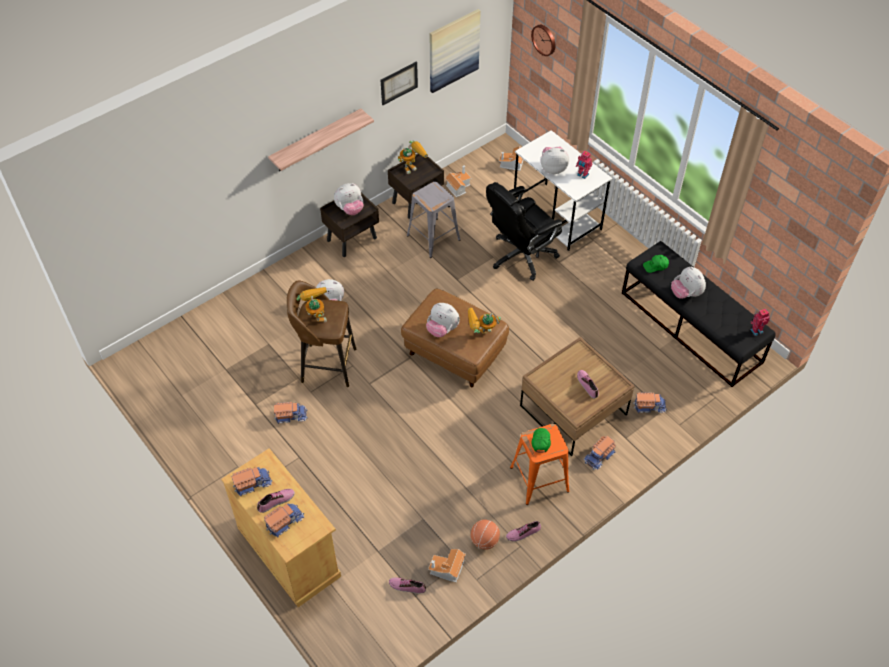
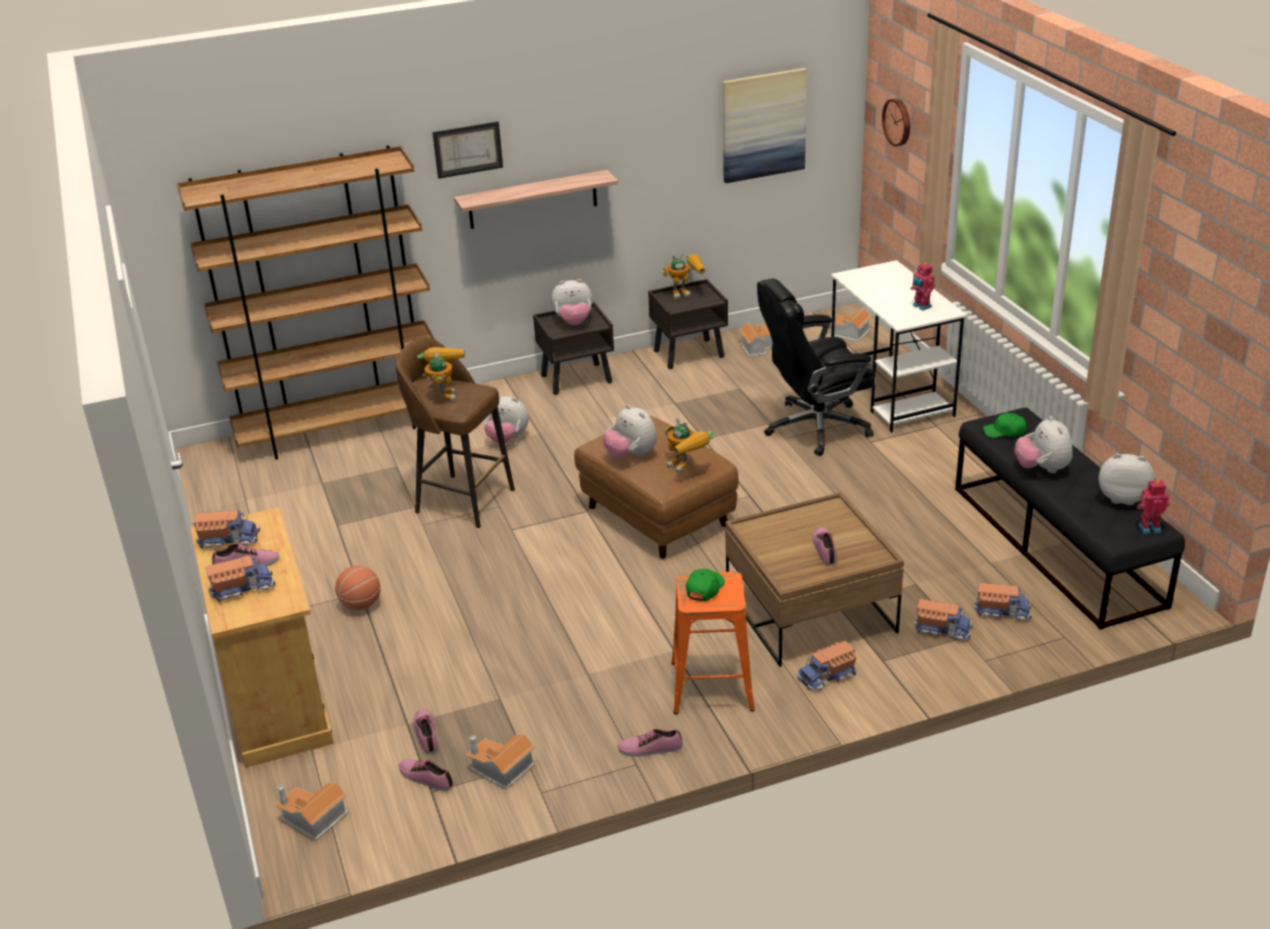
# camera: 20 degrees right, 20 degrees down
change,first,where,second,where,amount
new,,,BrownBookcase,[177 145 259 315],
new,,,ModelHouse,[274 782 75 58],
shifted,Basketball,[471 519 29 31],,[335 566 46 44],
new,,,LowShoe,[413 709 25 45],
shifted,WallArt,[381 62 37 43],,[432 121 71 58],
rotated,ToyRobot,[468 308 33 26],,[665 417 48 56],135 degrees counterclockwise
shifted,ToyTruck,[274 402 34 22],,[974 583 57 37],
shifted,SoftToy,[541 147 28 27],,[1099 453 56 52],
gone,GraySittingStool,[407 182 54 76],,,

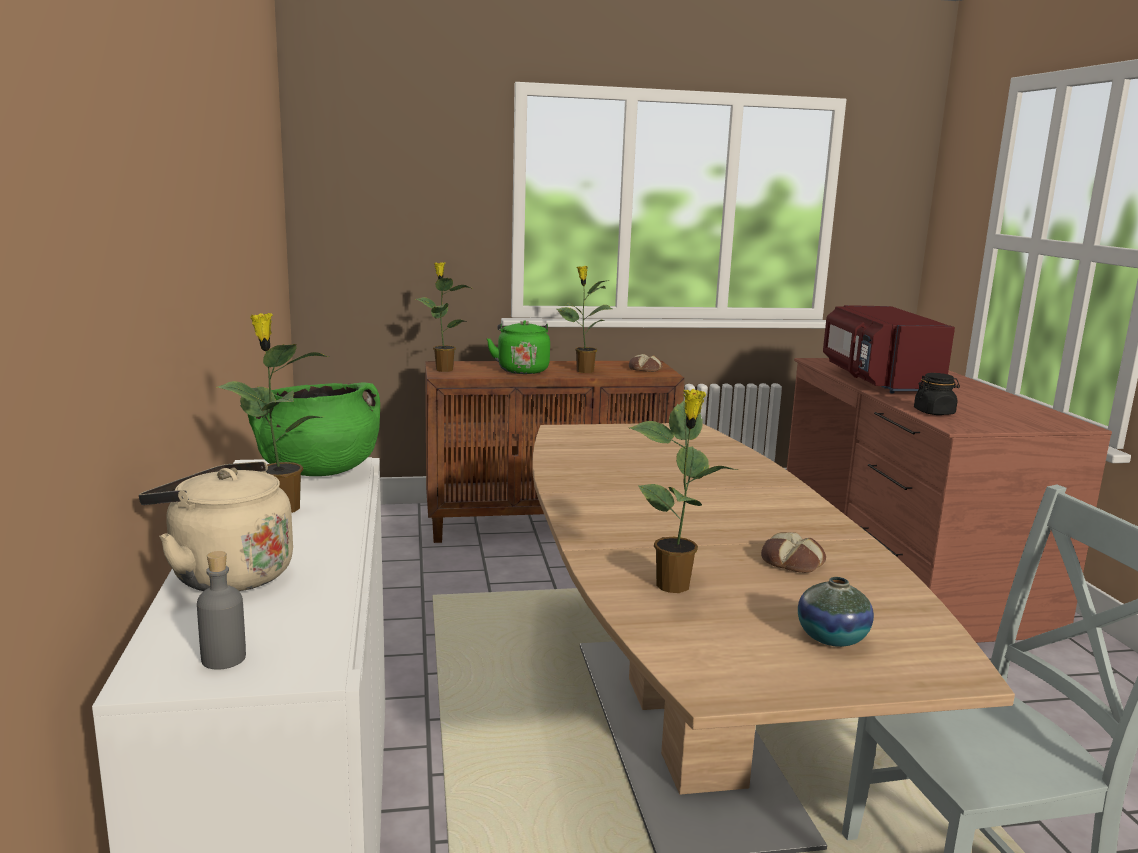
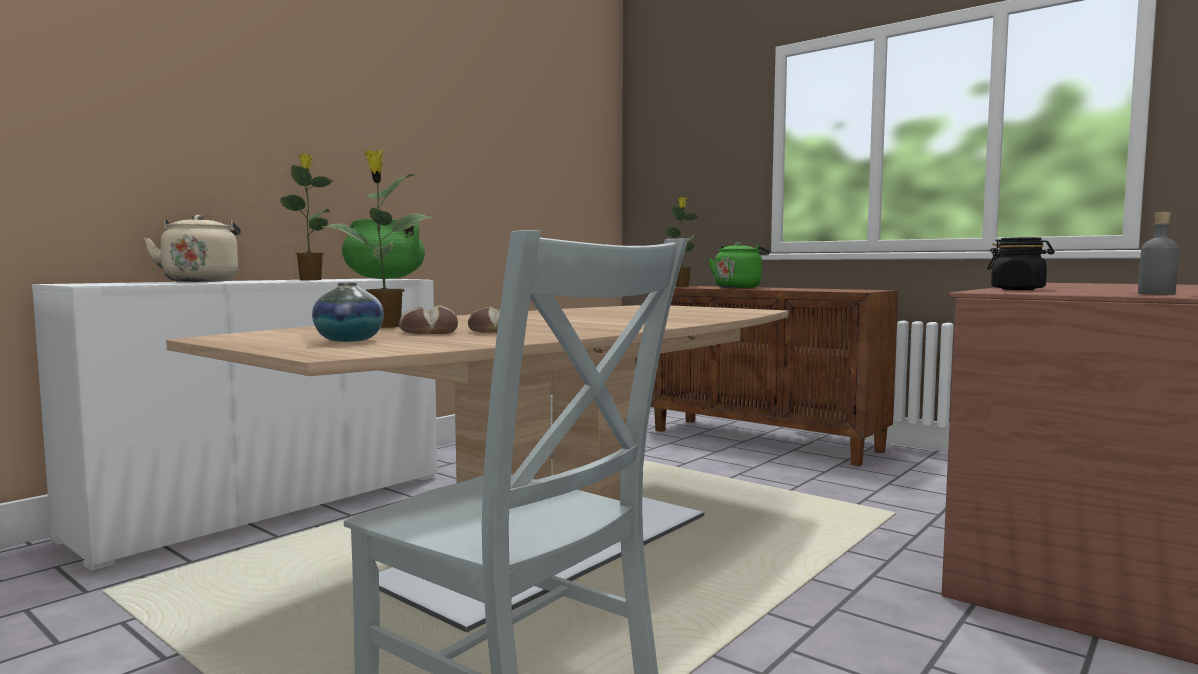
# camera: 50 degrees right, 10 degrees down
change,first,where,second,where,amount
shifted,BakedBread,[629 354 34 18],,[398 306 60 28],
shifted,GrayDrinkBottle,[197 551 49 119],,[1138 212 41 83],
gone,PottedPlant,[557 266 56 107],,,
gone,RedMicrowaveOven,[823 305 132 88],,,

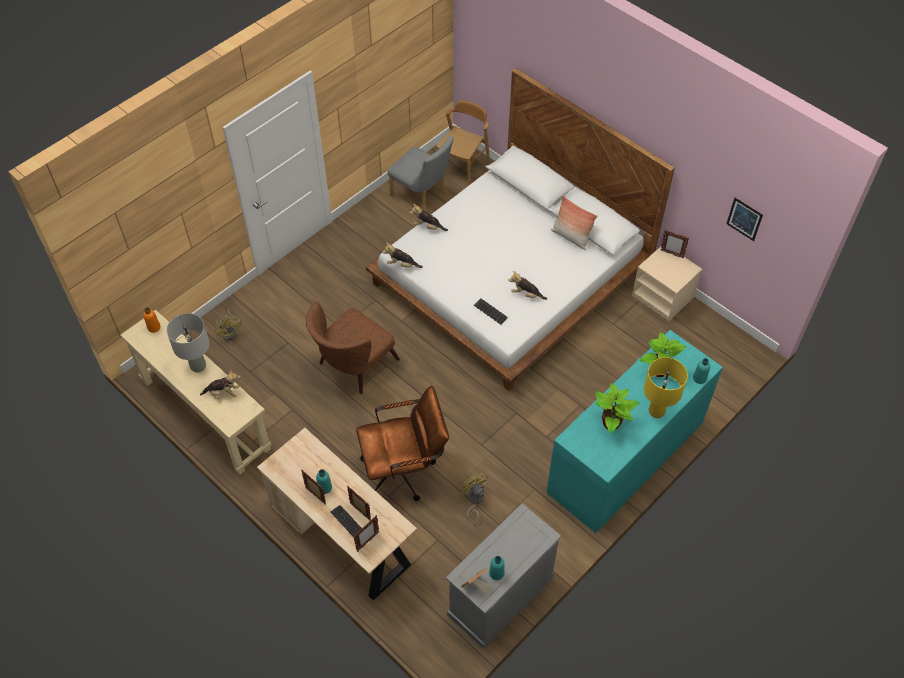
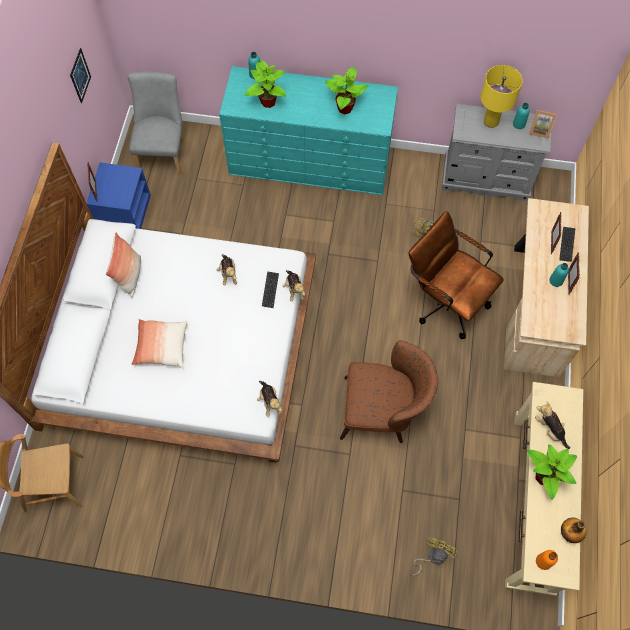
# camera: 125 degrees left, 10 degrees up
change,first,where,second,where,amount
repainted,SandColouredNightstand,[632 247 70 74],BlueColouredNightstand,[86 162 65 67],
shifted,GrayPlainChair,[387 136 67 75],,[127 72 58 104],
new,,,ThrowPillow,[132 319 55 49],
shifted,SoftToy,[410 204 38 27],,[283 270 22 32],
shifted,YellowLampForATable,[644 357 44 61],,[481 65 42 63],
swapped,GrayLampForATable,[167 313 42 59],PottedPlant,[527 444 50 56],
new,,,DrinkBottle,[561 518 26 25],
gone,StandingFrame,[354 516 25 36],,,

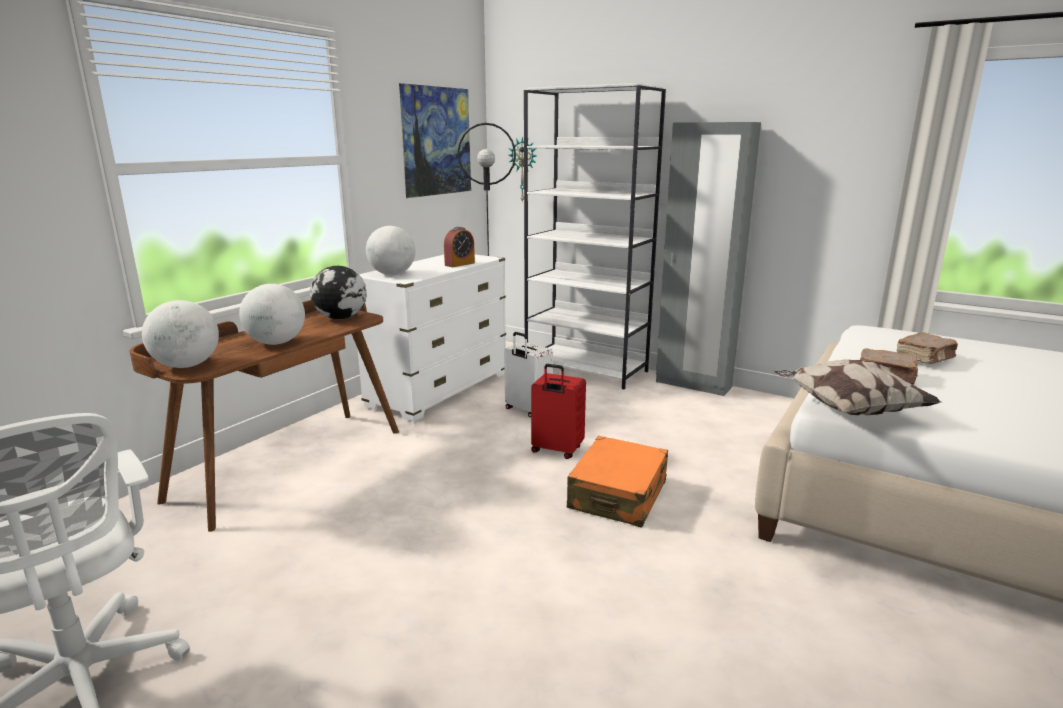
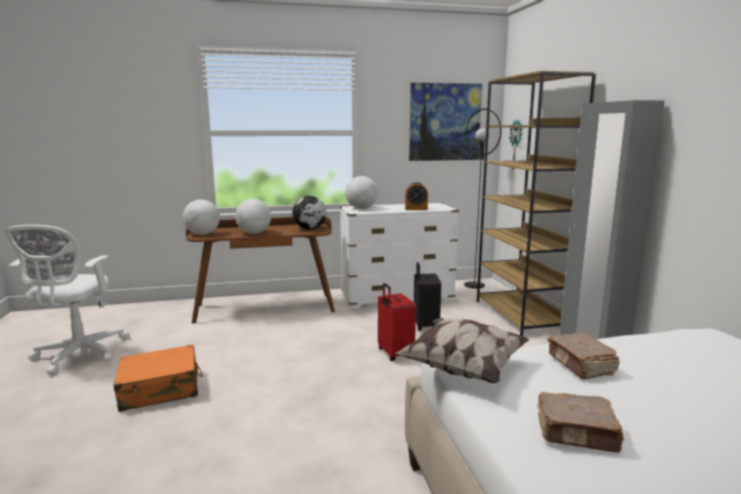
# camera: 45 degrees right, 5 degrees down
change,first,where,second,where,amount
shifted,OrangeColouredTravelCase,[567 436 101 91],,[114 345 89 67],
repainted,WhitishTravelCase,[504 332 49 85],BlackTravelCase,[414 262 27 69],
repainted,WhitishBookcase,[524 83 142 307],BrownBookcase,[477 71 119 265],
shifted,BrownBook,[896 332 62 32],,[537 392 88 61],

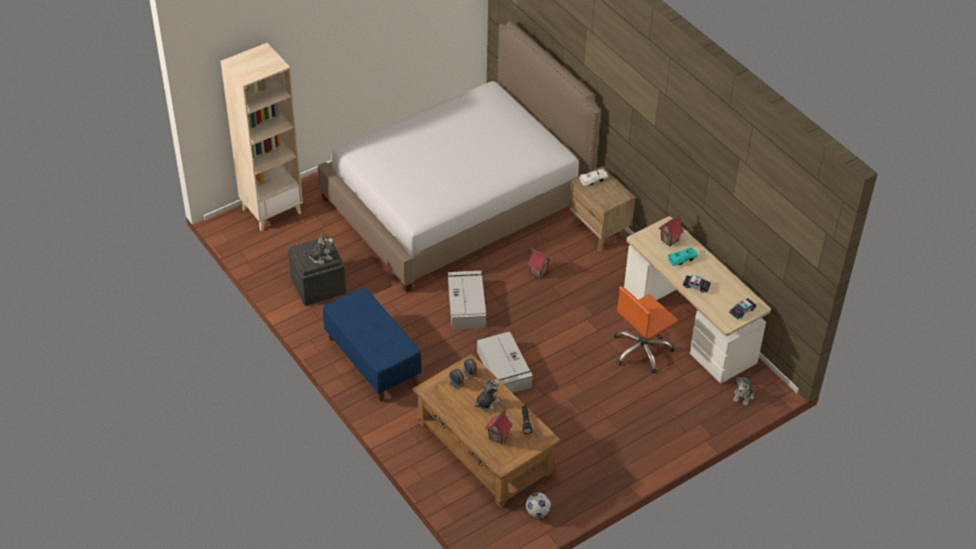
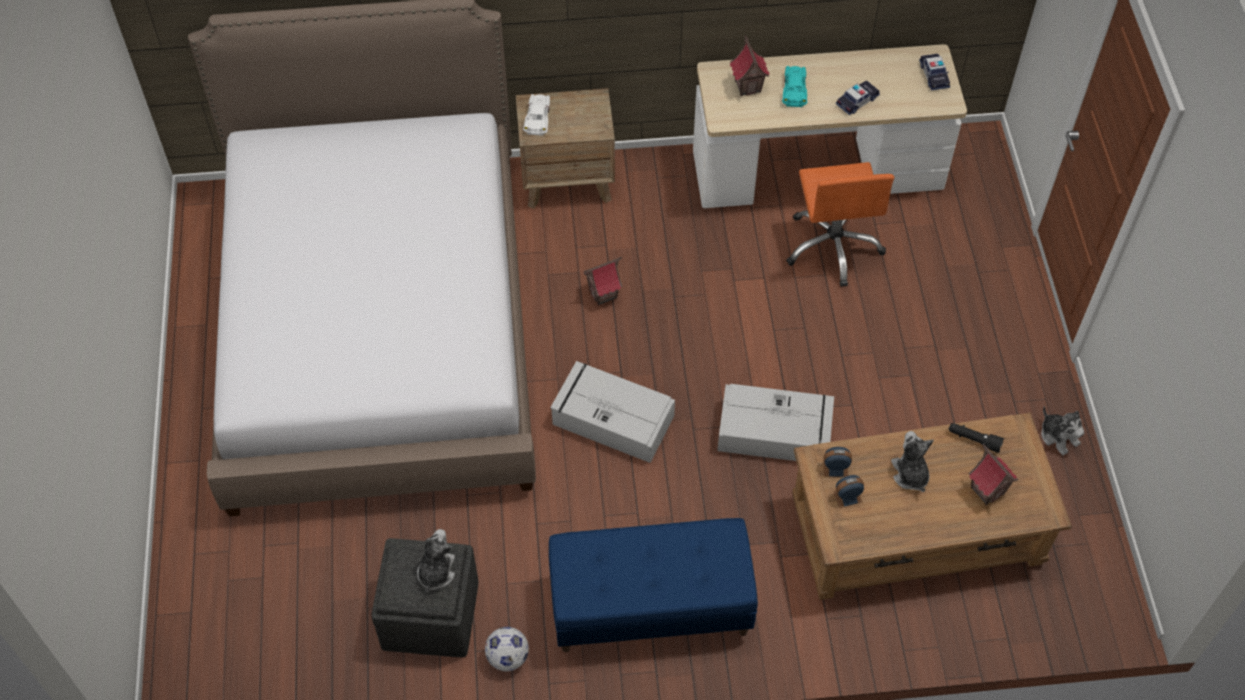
# camera: 60 degrees left, 10 degrees up
change,first,where,second,where,amount
shifted,FootballBall,[526 492 25 26],,[485 627 44 44],
shifted,SoftToy,[733 377 21 29],,[1041 406 44 50],
gone,SandColouredBookcase,[221 43 82 188],,,

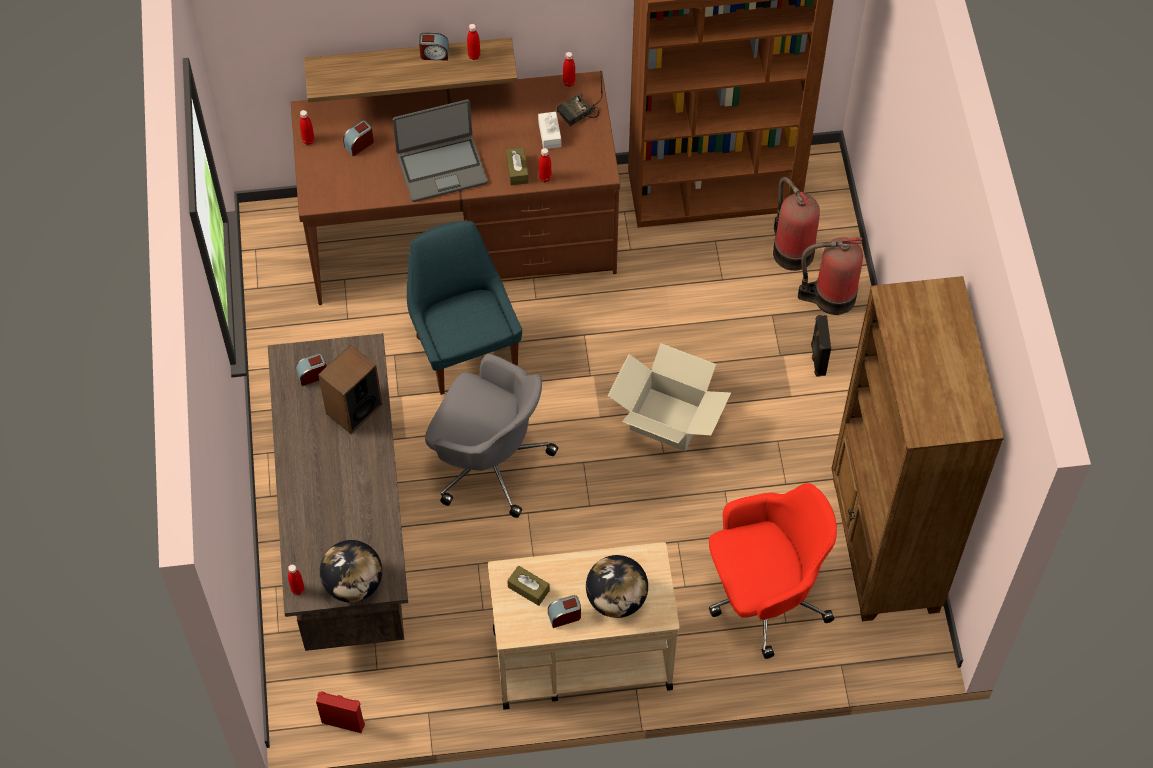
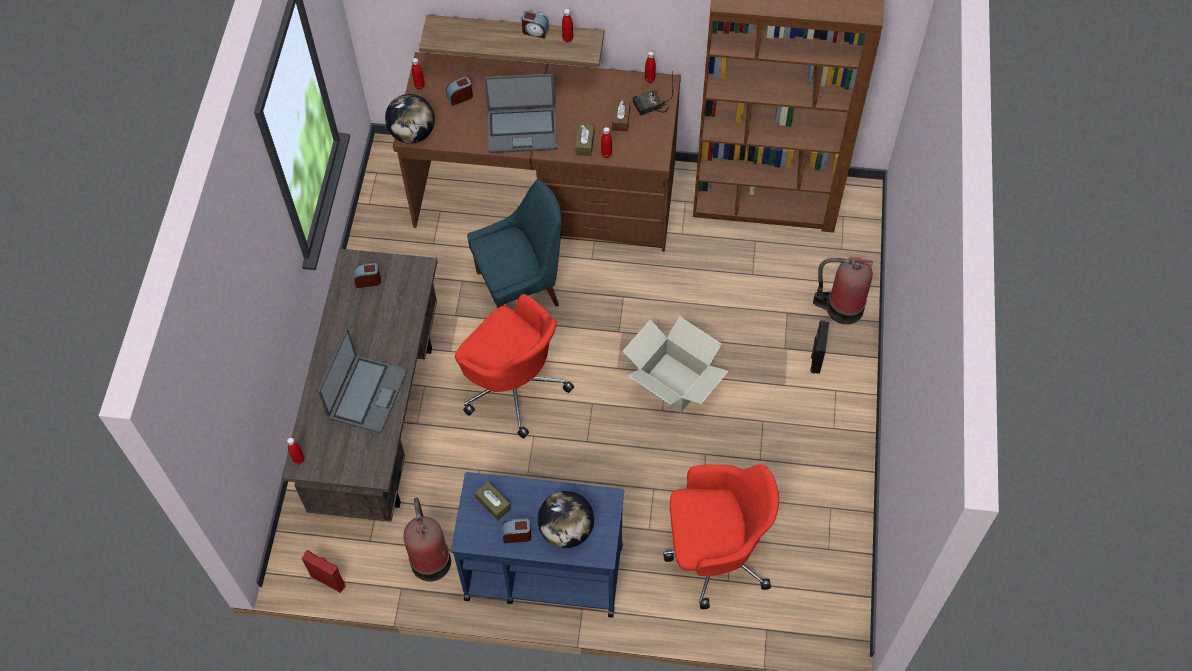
# camera: 15 degrees right, 0 degrees up
change,first,where,second,where,amount
new,,,Laptop,[318 329 89 104],
shifted,WorldGlobe,[320 540 62 62],,[385 94 50 50],
shifted,FireExtinguisher,[773 177 47 94],,[403 497 48 84],
repainted,SandColouredCart,[488 542 191 167],BlueColouredCart,[451 472 173 146],
repainted,GrayDeskChair,[425 354 133 164],RedDeskChair,[455 294 119 144],
rotated,BlueColouredPlainChair,[407 221 115 174],,[467 179 94 129],75 degrees clockwise
repainted,WhitishBoxOfTissues,[538 112 23 37],BrownBoxOfTissues,[612 100 18 31],
gone,Speaker,[318 345 64 89],,,
gone,BrownBookcase,[831 276 173 345],,,

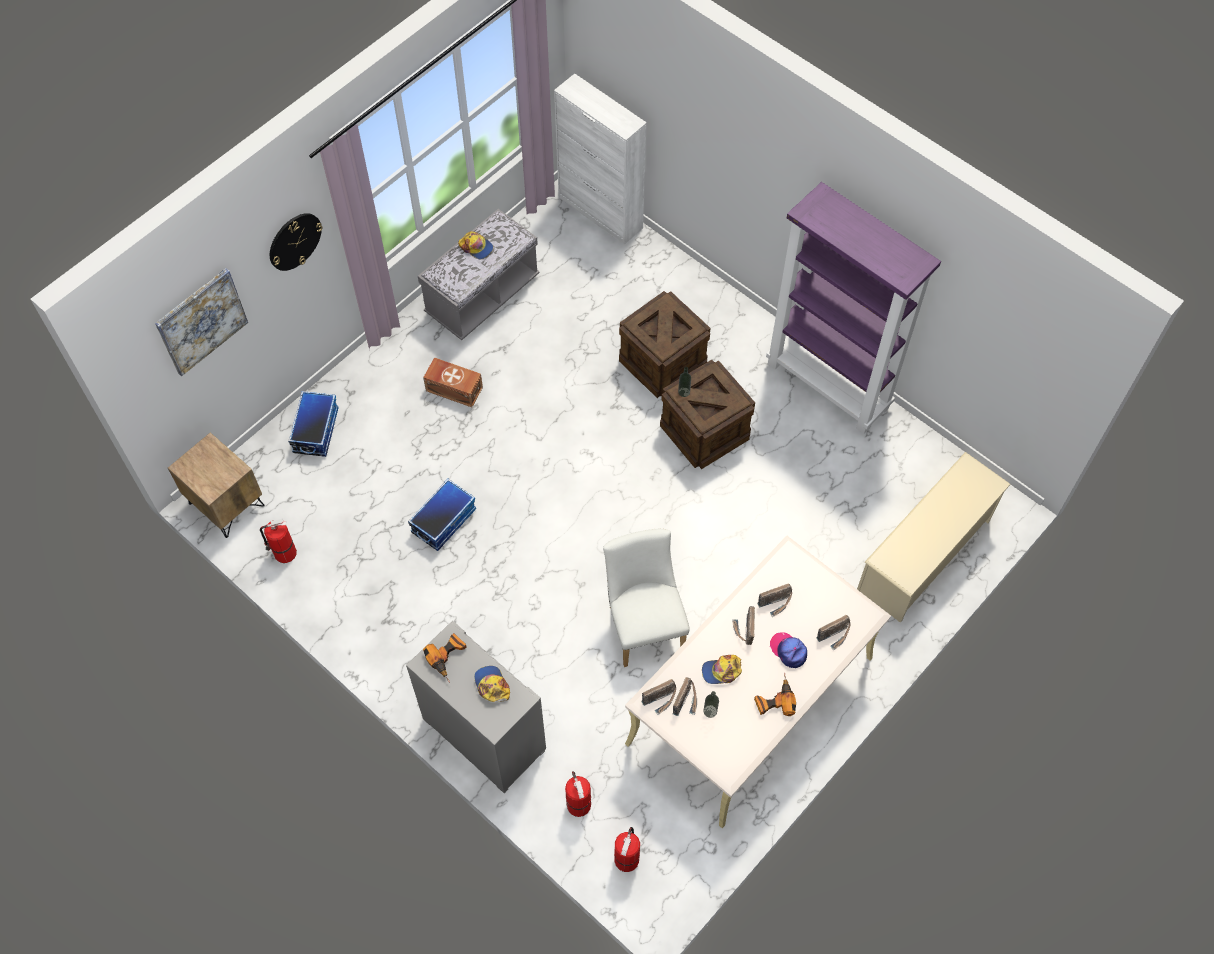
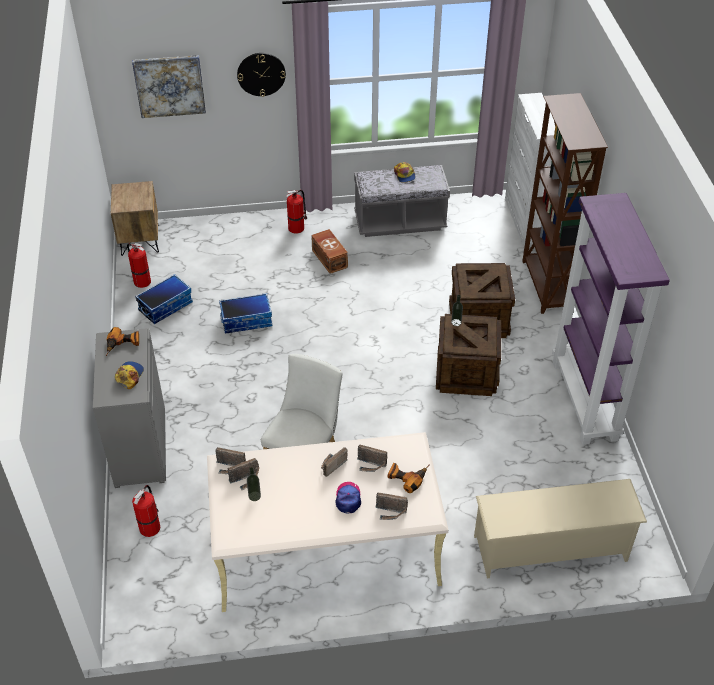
# camera: 40 degrees right, 15 degrees down
change,first,where,second,where,amount
shifted,StorageContainer,[288 391 51 66],,[135 274 58 50],
shifted,FireExtinguisher,[614 827 26 45],,[286 190 21 44],
shifted,Drill,[754 673 42 43],,[387 463 43 30],
new,,,BrownBookcase,[522 93 86 221],
gone,BaseballCap,[702 655 40 29],,,

